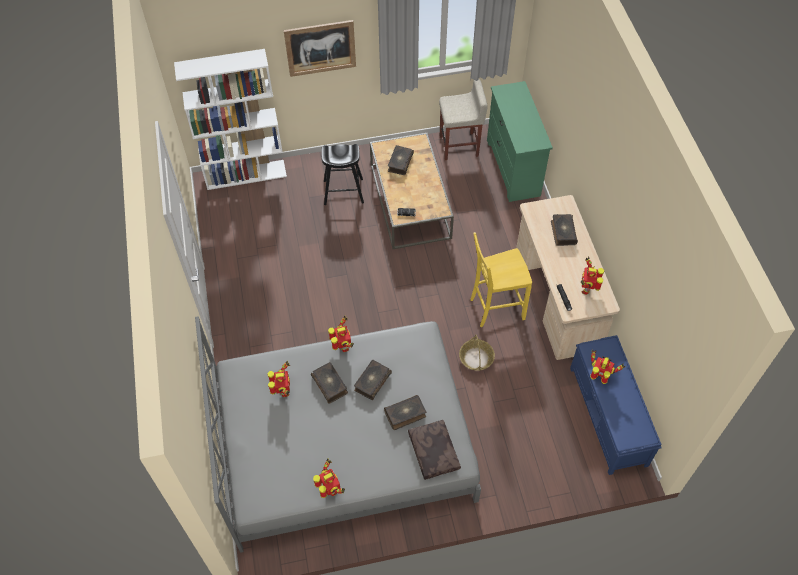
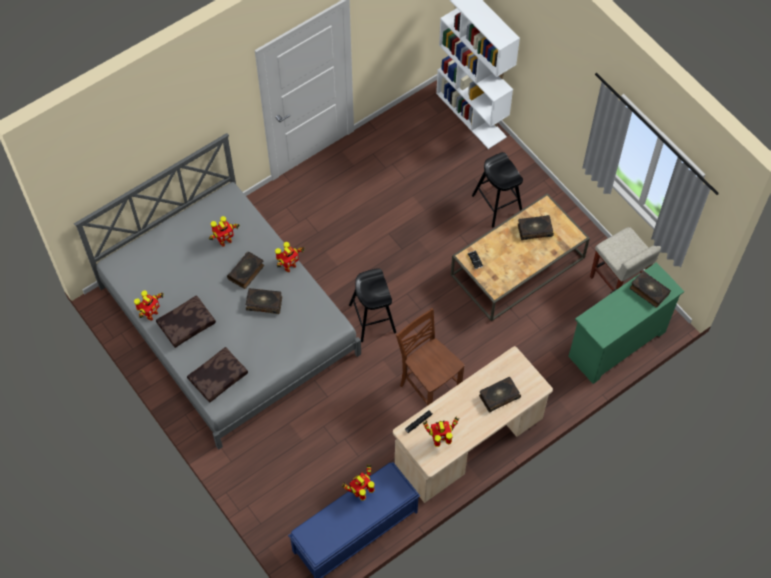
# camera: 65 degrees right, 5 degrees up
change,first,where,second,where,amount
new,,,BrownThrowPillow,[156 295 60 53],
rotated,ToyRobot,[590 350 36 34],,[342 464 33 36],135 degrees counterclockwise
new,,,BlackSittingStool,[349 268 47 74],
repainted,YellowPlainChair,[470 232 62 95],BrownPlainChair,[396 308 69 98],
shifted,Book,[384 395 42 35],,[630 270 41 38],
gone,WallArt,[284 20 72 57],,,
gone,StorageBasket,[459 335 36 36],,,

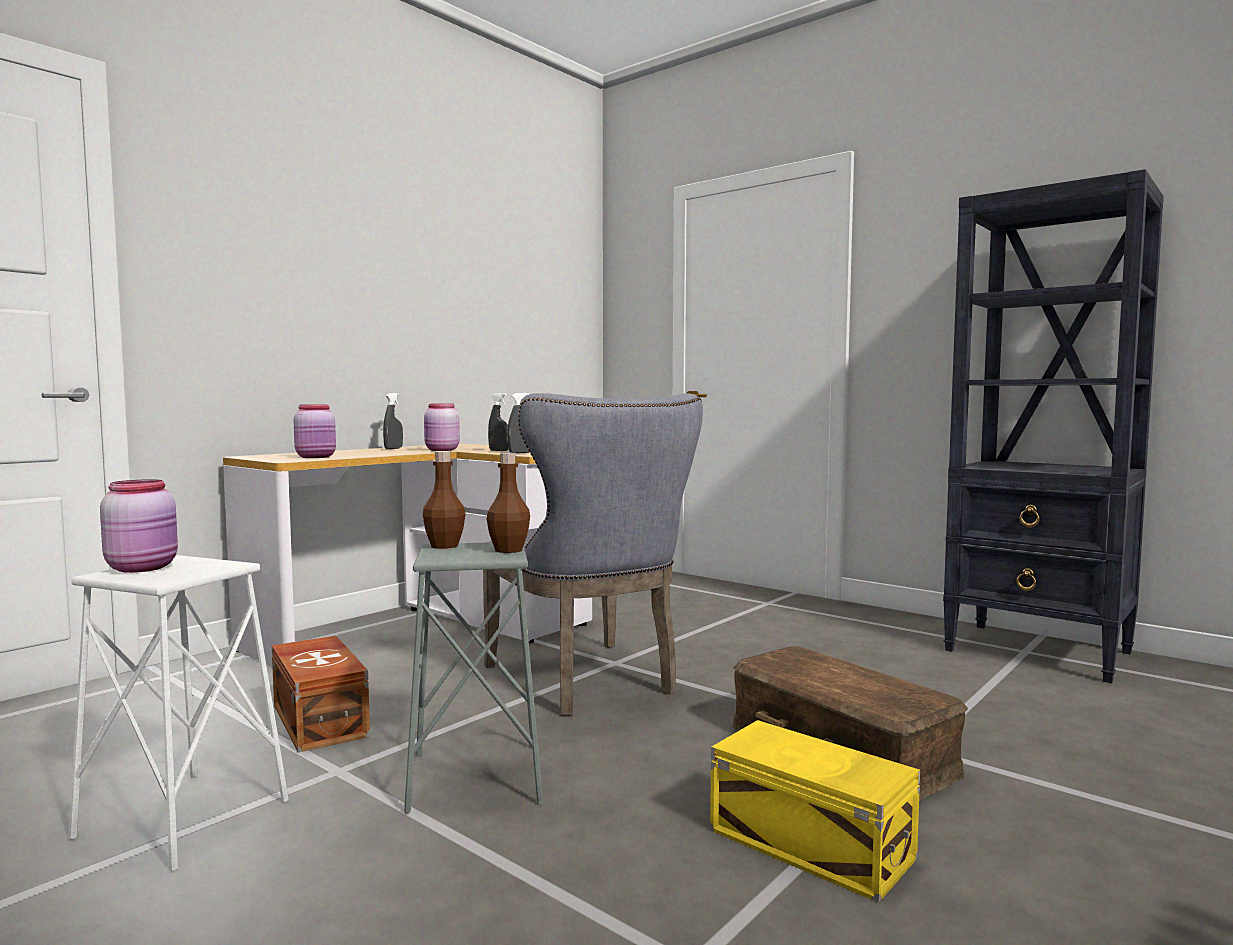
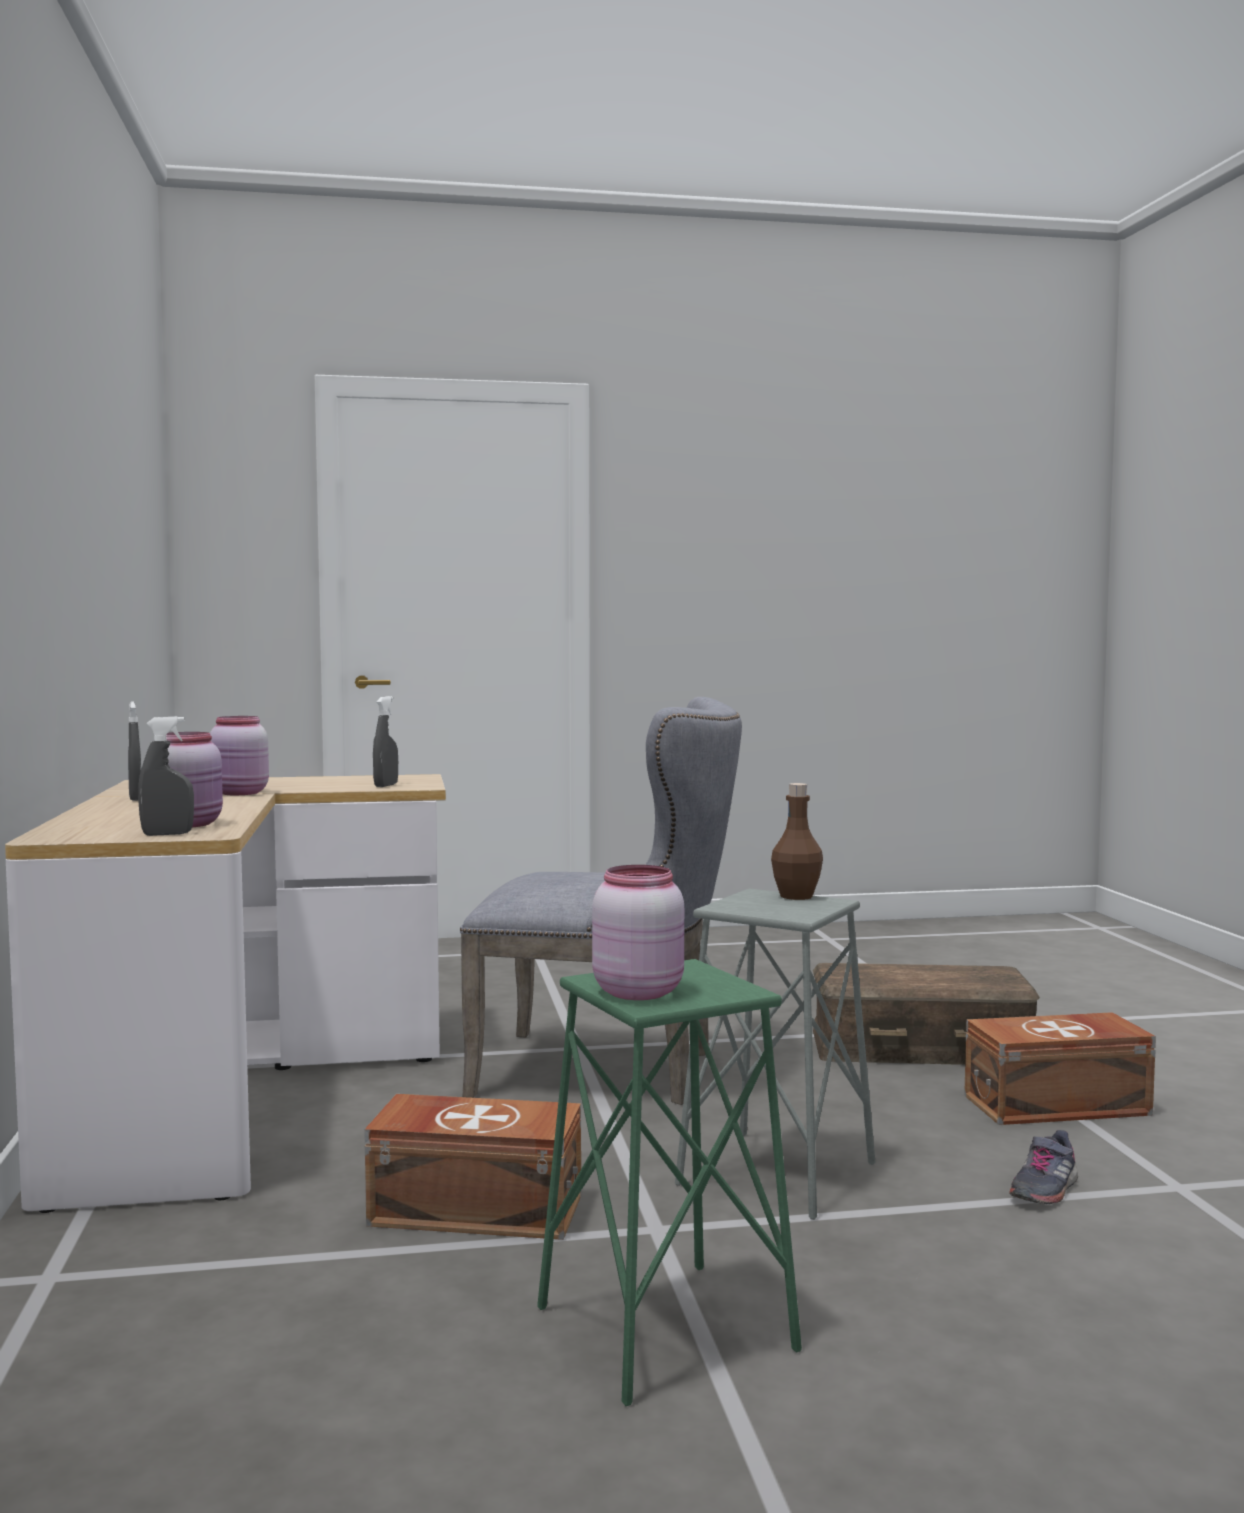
# camera: 50 degrees left, 0 degrees up
change,first,where,second,where,amount
shifted,GrayHandSprayer,[488 393 21 58],,[138 716 56 120],
repainted,WhitishSittingStool,[68 555 221 317],GreenSittingStool,[537 959 265 447],
repainted,YellowStorageContainer,[710 720 210 183],BrownStorageContainer,[964 1012 192 113],
new,,,GrayLowShoe,[1009 1130 69 74],
gone,BrownDrinkBottle,[422 451 43 98],,,
gone,BlackBookcase,[943 169 221 514],,,

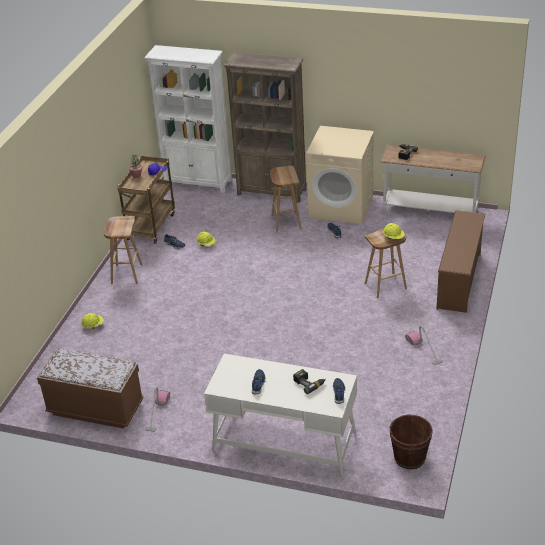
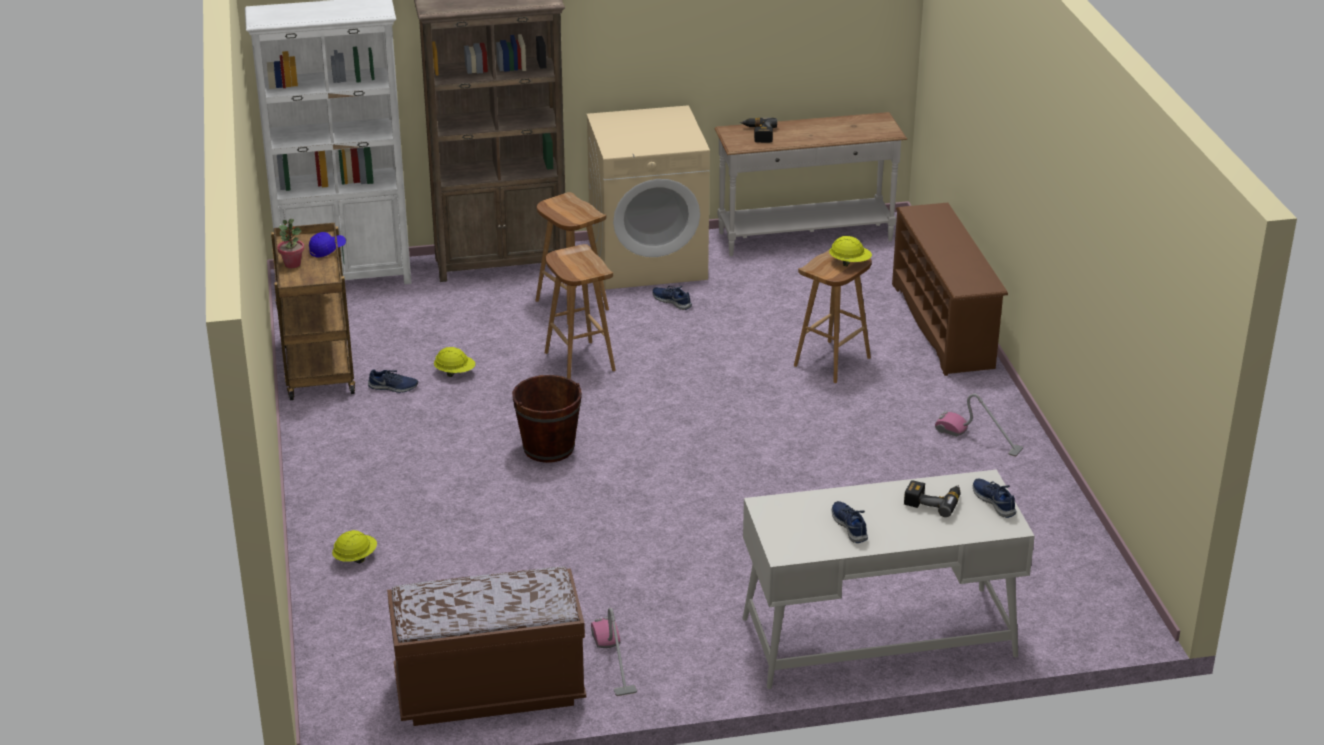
# camera: 30 degrees left, 5 degrees down
change,first,where,second,where,amount
shifted,BrownWaterBucket,[390 415 43 54],,[512 375 70 88],
shifted,BrownSittingStool,[103 216 39 68],,[545 244 71 135],

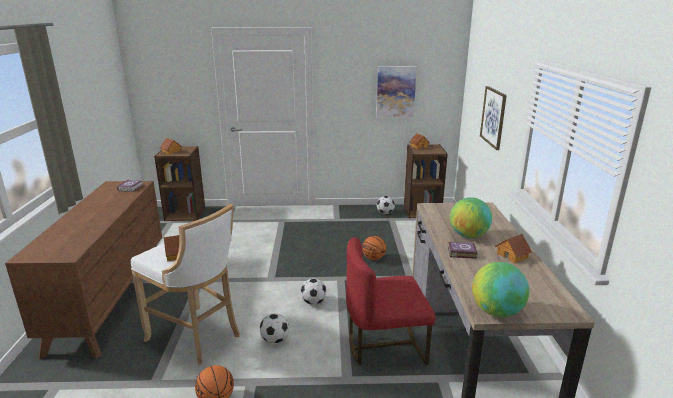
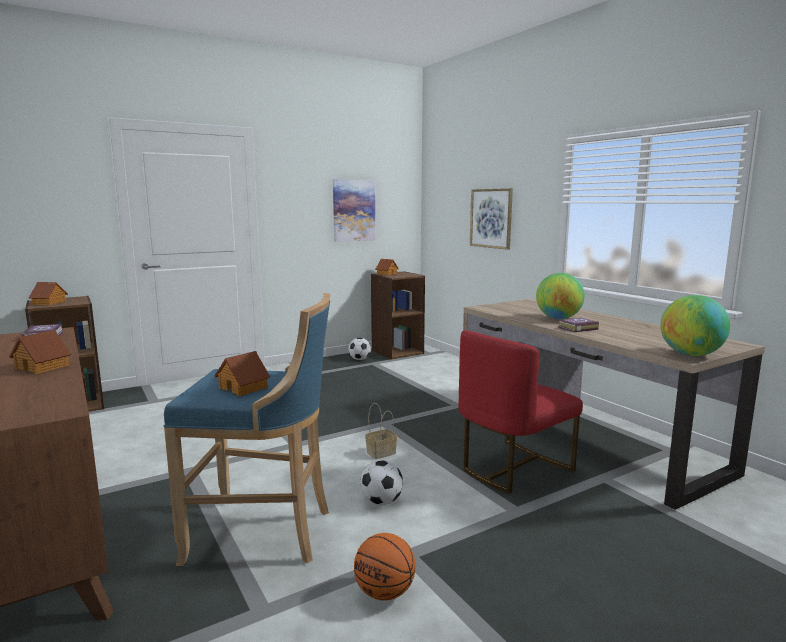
# camera: 30 degrees left, 10 degrees down
change,first,where,second,where,amount
shifted,ModelHouse,[495 234 37 29],,[9 330 62 44],
repainted,WhitishSittingStool,[131 204 109 161],BlueColouredSittingStool,[164 293 166 273],
swapped,FootballBall,[301 278 26 27],StorageBasket,[365 403 32 56],
gone,Basketball,[362 236 24 24],,,

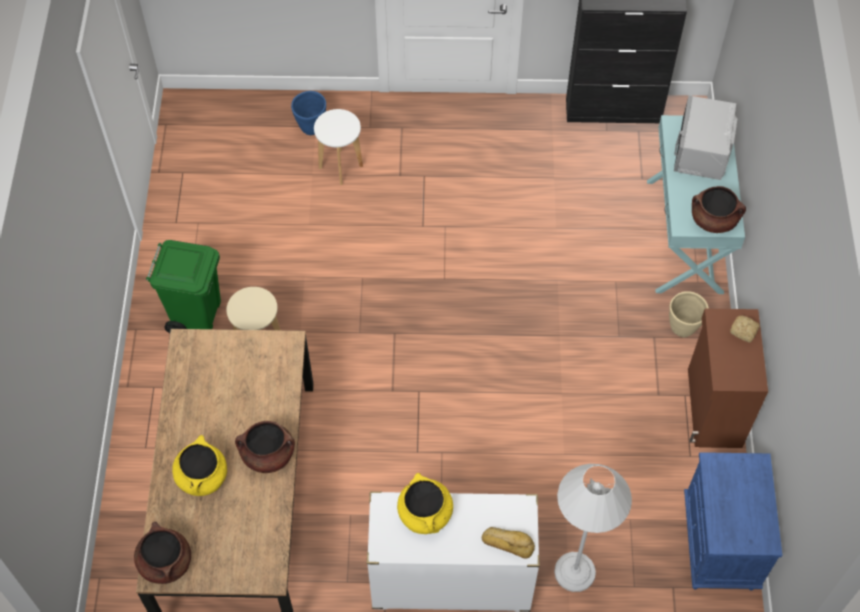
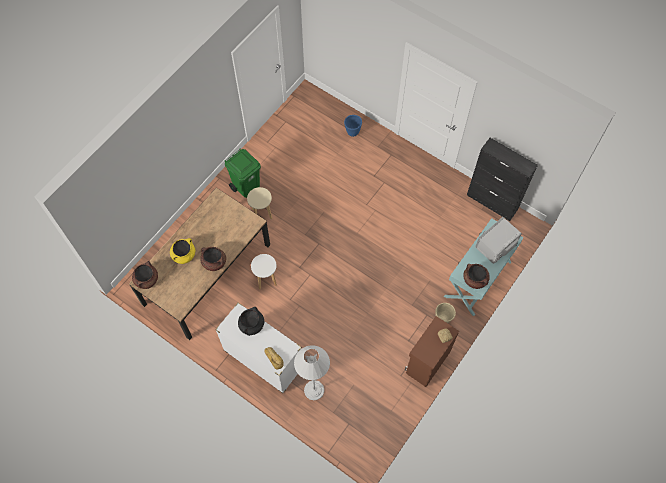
# camera: 35 degrees right, 5 degrees up
change,first,where,second,where,amount
repainted,YellowCookingPot,[397 473 56 61],BlackCookingPot,[238 307 26 29],
shifted,WhitishSittingStool,[314 109 49 76],,[251 254 26 35],
gone,BlueColouredNightstand,[684 452 98 139],,,

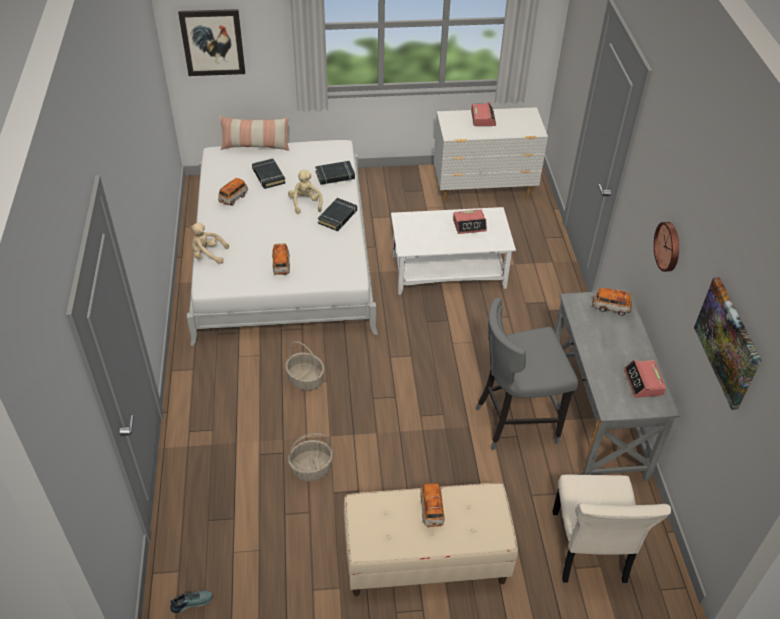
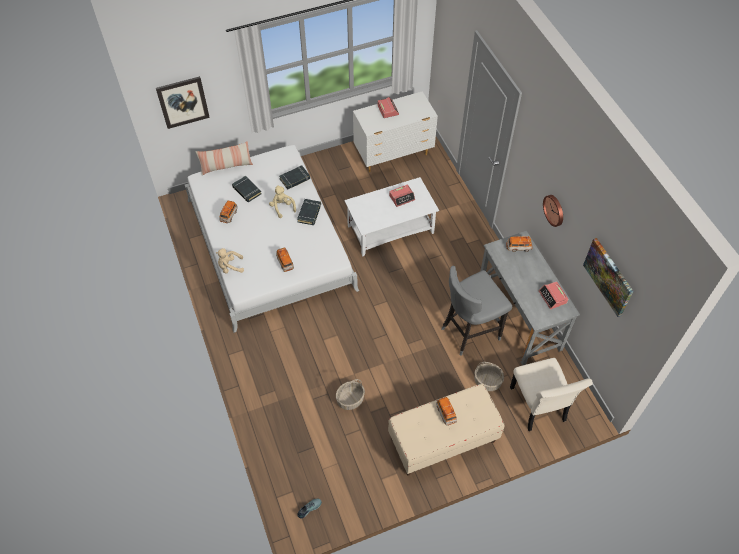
# camera: 15 degrees left, 10 degrees up
change,first,where,second,where,amount
shifted,StorageBasket,[285 341 40 50],,[474 362 30 29],

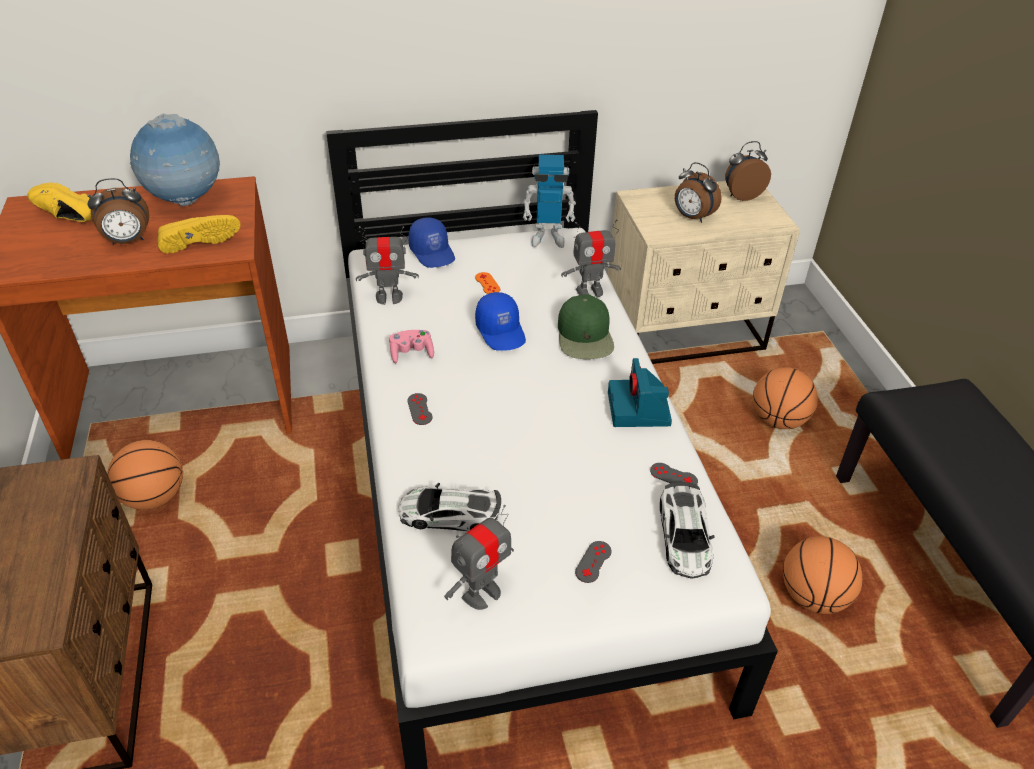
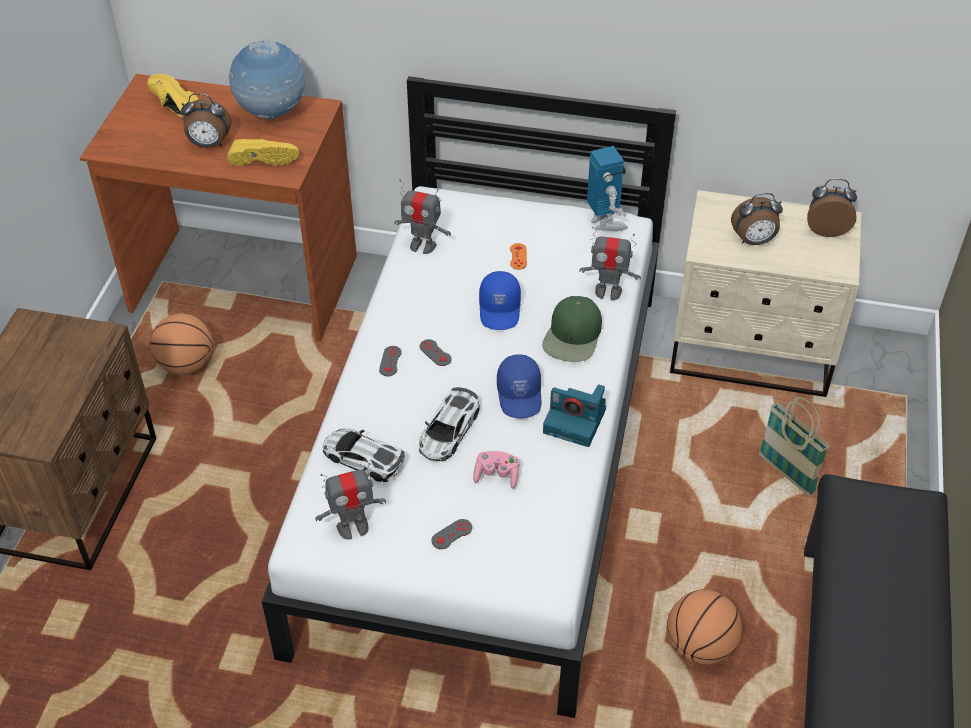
# camera: 25 degrees right, 5 degrees up
change,first,where,second,where,amount
shifted,ModelCar,[660 482 55 97],,[419 387 61 75],
shifted,GrayGamepad,[650 463 48 22],,[420 339 31 27],
shifted,PinkGamepad,[389 330 45 33],,[473 451 47 38],
shifted,BlueColouredBaseballCap,[408 217 47 51],,[497 354 44 65],
rotated,StillCamera,[608 358 64 69],,[543 384 63 63],90 degrees counterclockwise
rotated,ToyRobot,[523 155 53 93],,[587 146 41 85],135 degrees counterclockwise
rotated,TableClock,[675 162 47 61],,[731 193 52 52],75 degrees counterclockwise
swapped,Basketball,[753 367 65 62],StorageBasket,[759 397 71 99],

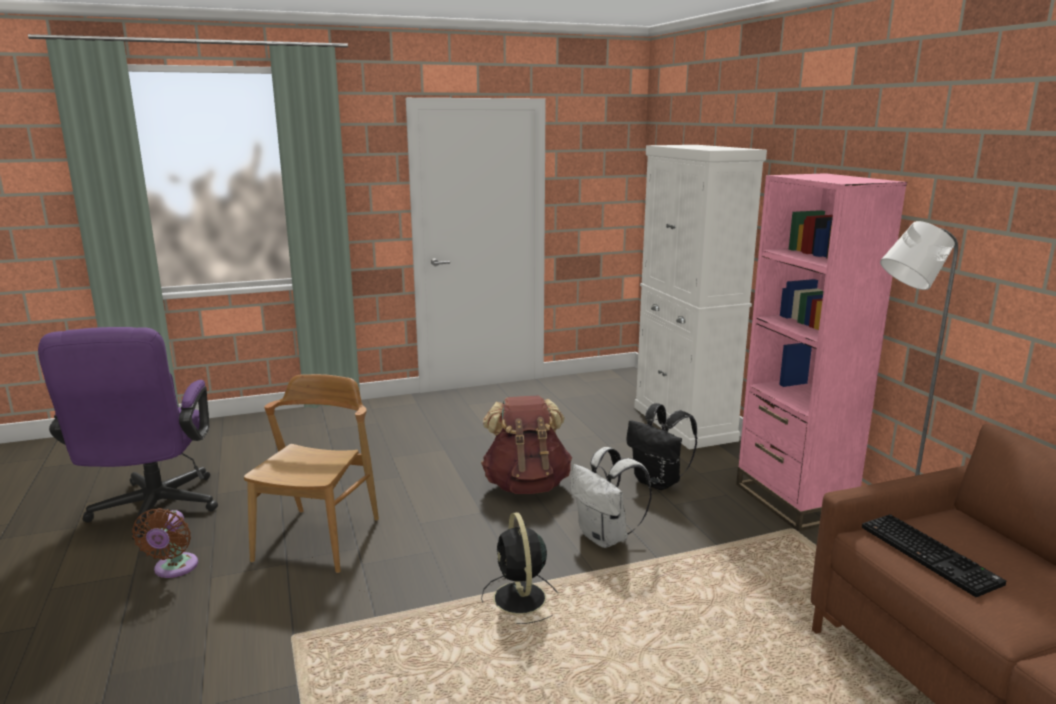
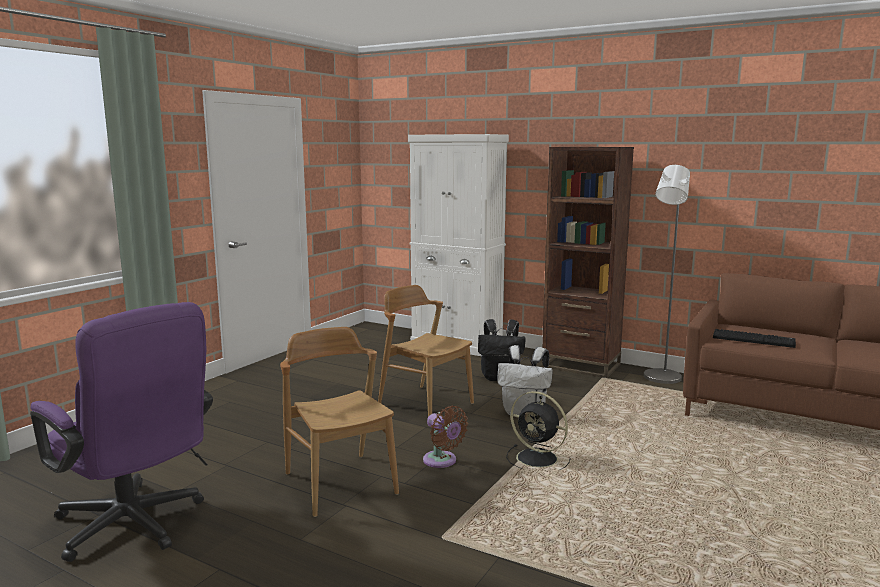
# camera: 40 degrees left, 5 degrees down
change,first,where,second,where,amount
swapped,BrownRucksack,[481 396 91 98],BrownPlainChair,[378 285 96 132],
shifted,BrownCoolingFan,[132 508 66 70],,[423 406 45 62],
repainted,PinkBookcase,[736 173 171 359],BrownBookcase,[541 147 93 231],

